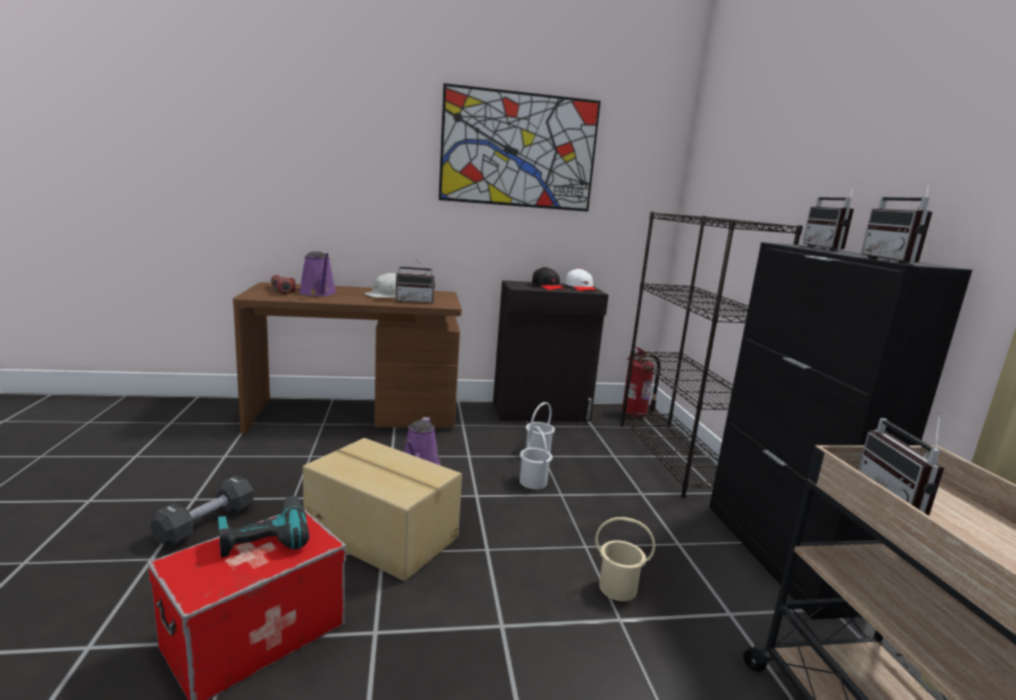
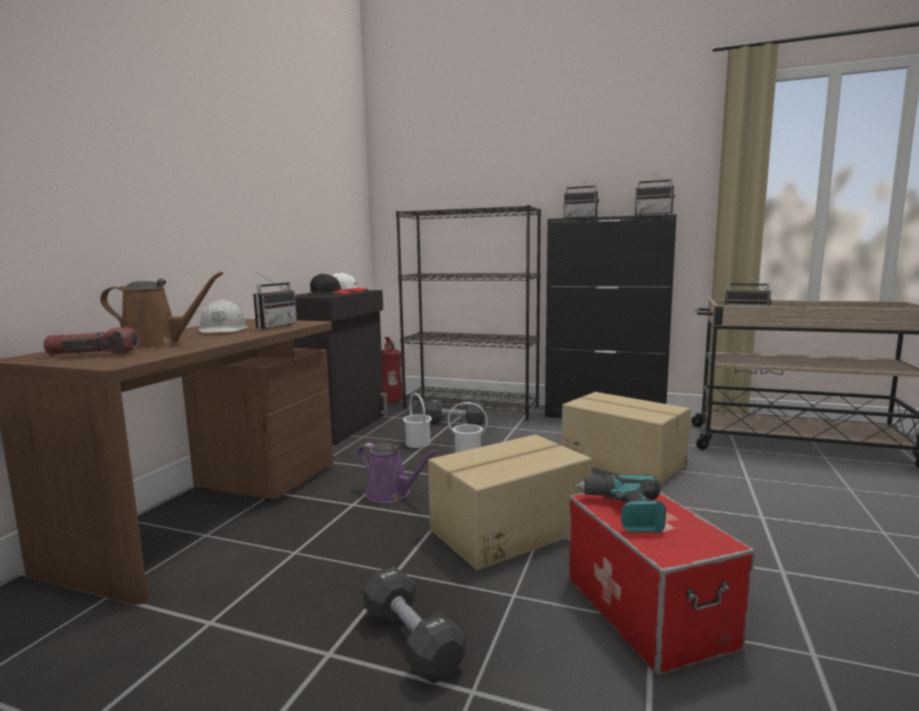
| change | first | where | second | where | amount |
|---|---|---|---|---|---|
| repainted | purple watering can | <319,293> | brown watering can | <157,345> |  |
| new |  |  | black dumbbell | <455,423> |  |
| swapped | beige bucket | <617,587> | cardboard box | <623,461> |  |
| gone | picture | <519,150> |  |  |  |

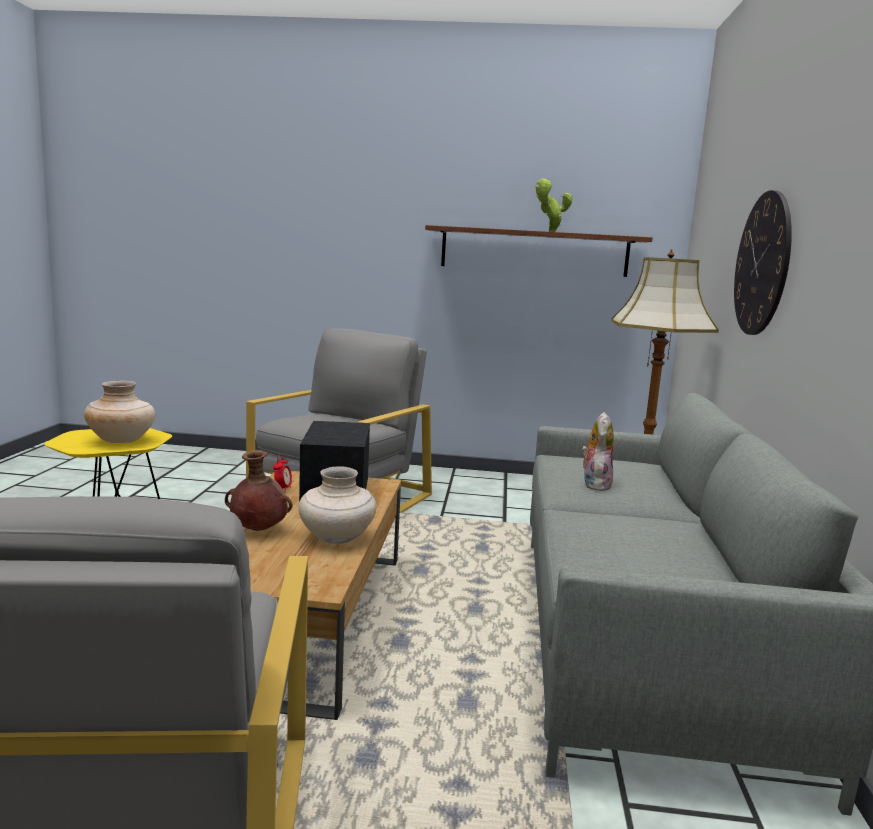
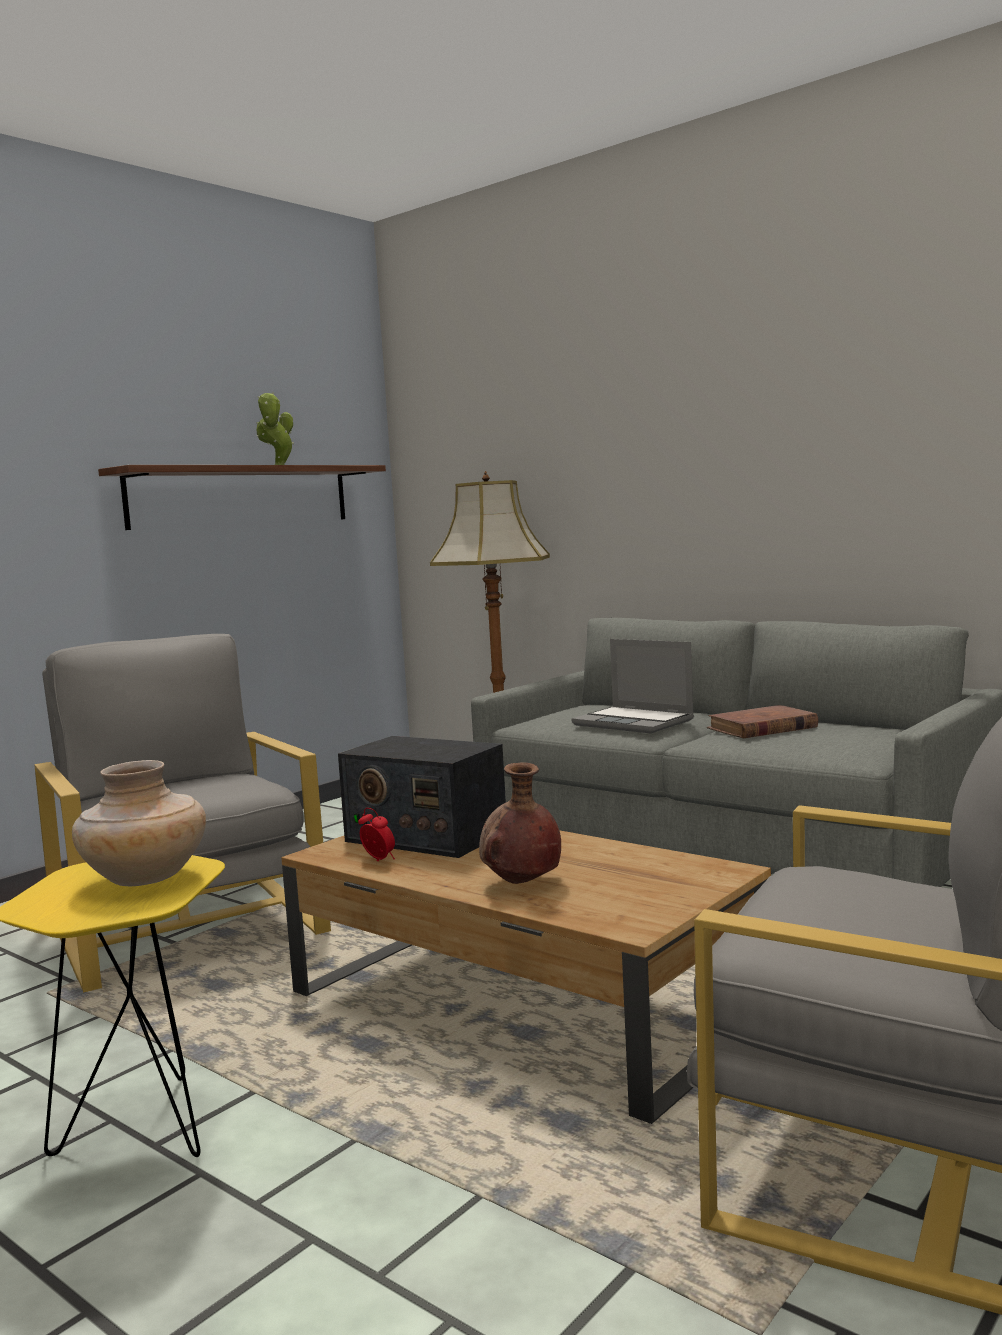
| change | first | where | second | where | amount |
|---|---|---|---|---|---|
| swapped | plush toy | <594,484> | laptop | <635,722> |  |
| new |  |  | brown book | <761,728> |  |
| gone | beige vase | <336,538> |  |  |  |
| gone | wall clock | <762,264> |  |  |  |

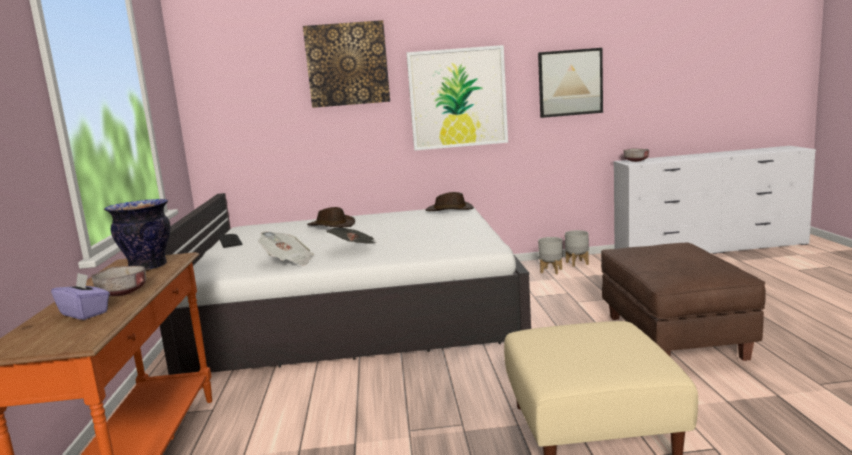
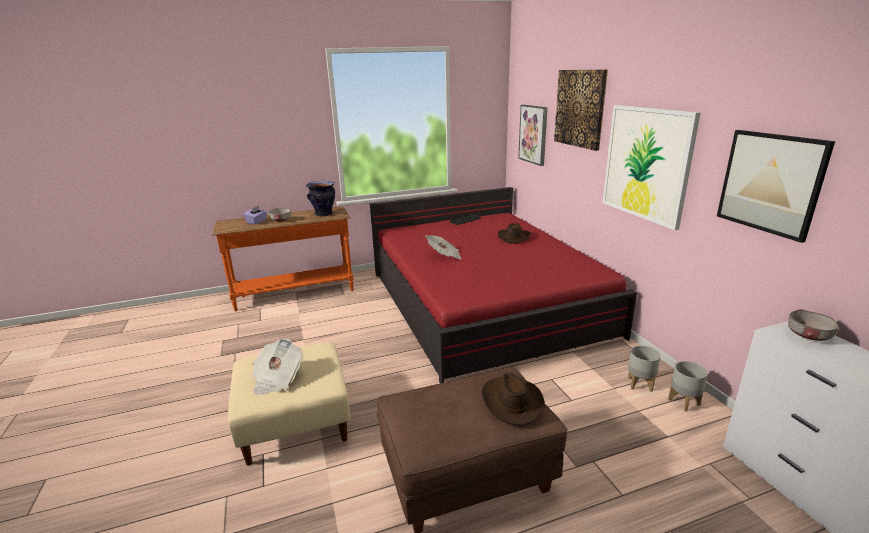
| change | first | where | second | where | amount |
|---|---|---|---|---|---|
| shifted | newspaper | <288,262> |  | <277,379> |  |
| repainted | white bed | <356,312> | red bed | <483,302> |  |
| shifted | brown hat | <450,210> |  | <511,401> |  |
| new |  |  | picture | <533,134> |  |

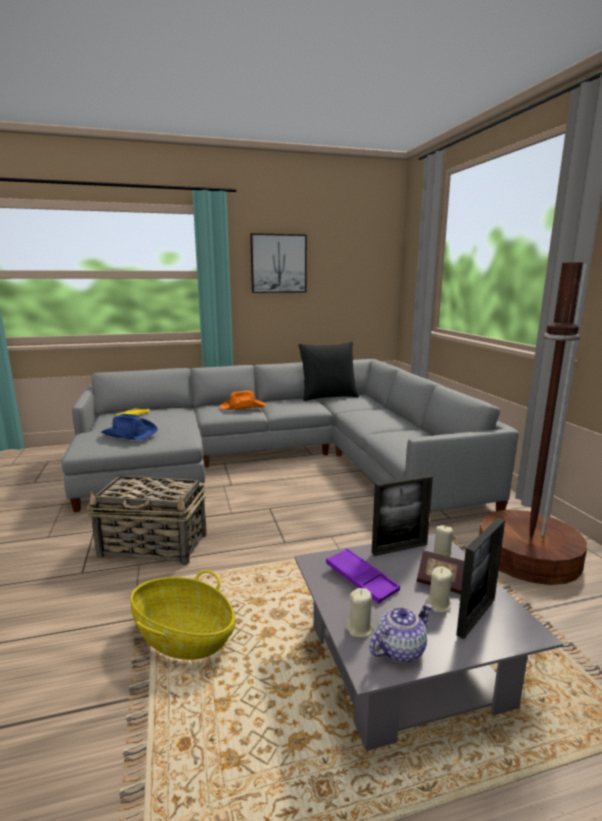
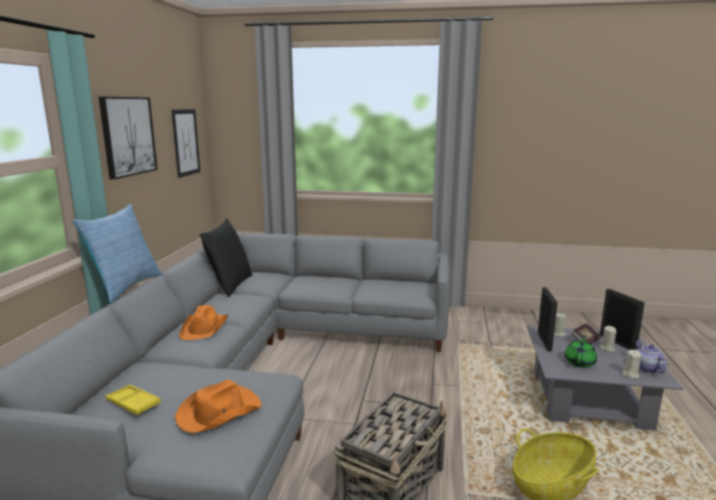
| change | first | where | second | where | amount |
|---|---|---|---|---|---|
| new |  |  | pillow | <125,287> |  |
| new |  |  | picture | <186,142> |  |
| repainted | blue hat | <129,433> | orange hat | <218,412> |  |
| swapped | purple tray | <361,580> | green teapot | <580,362> |  |
| gone | brown floor lamp | <528,556> |  |  |  |

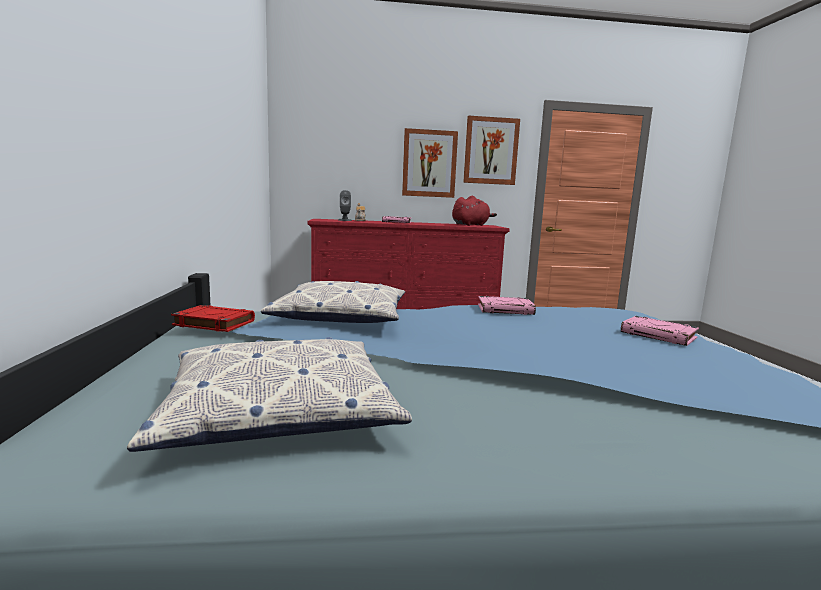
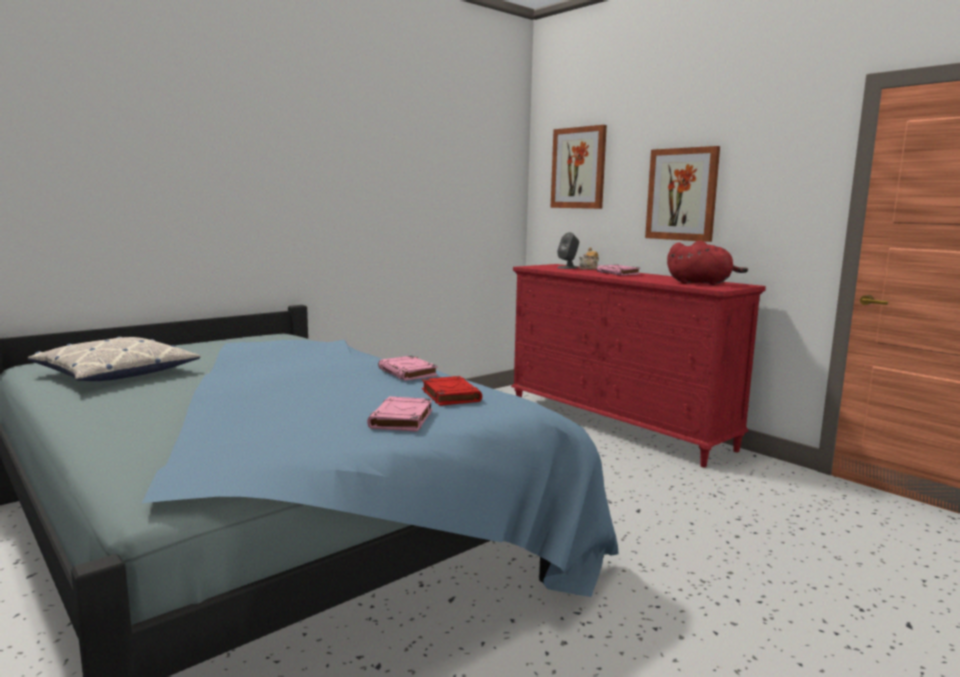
| change | first | where | second | where | amount |
|---|---|---|---|---|---|
| shifted | red book | <213,323> |  | <450,395> |  |
| shifted | picture | <491,151> |  | <578,168> |  |
| gone | pillow | <341,316> |  |  |  |

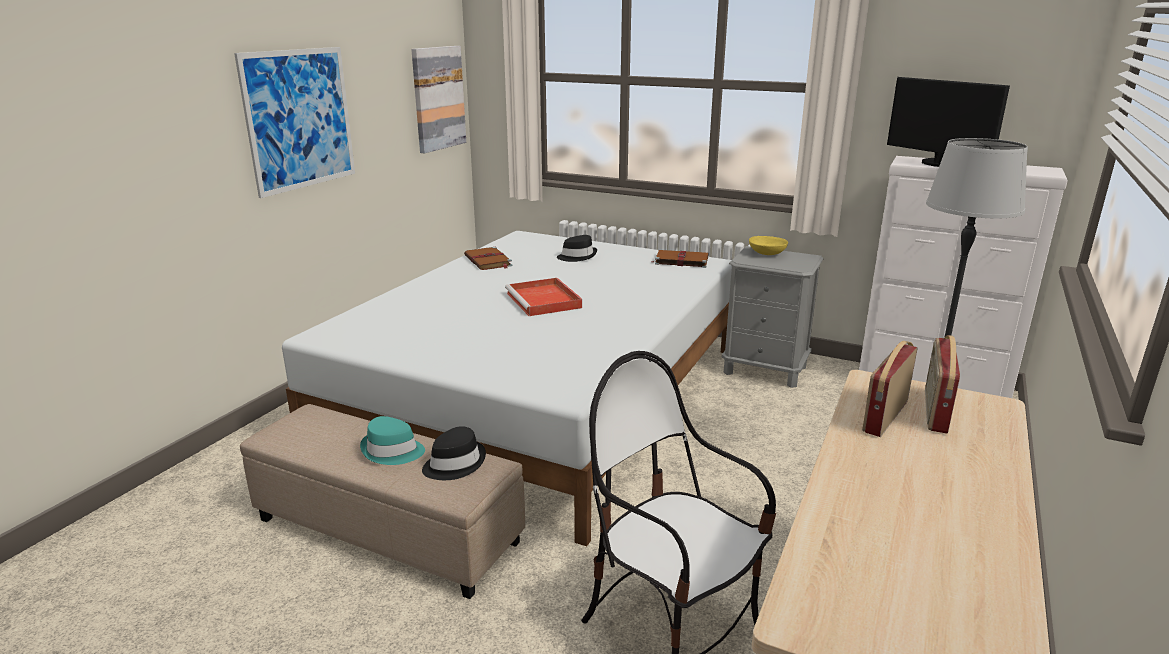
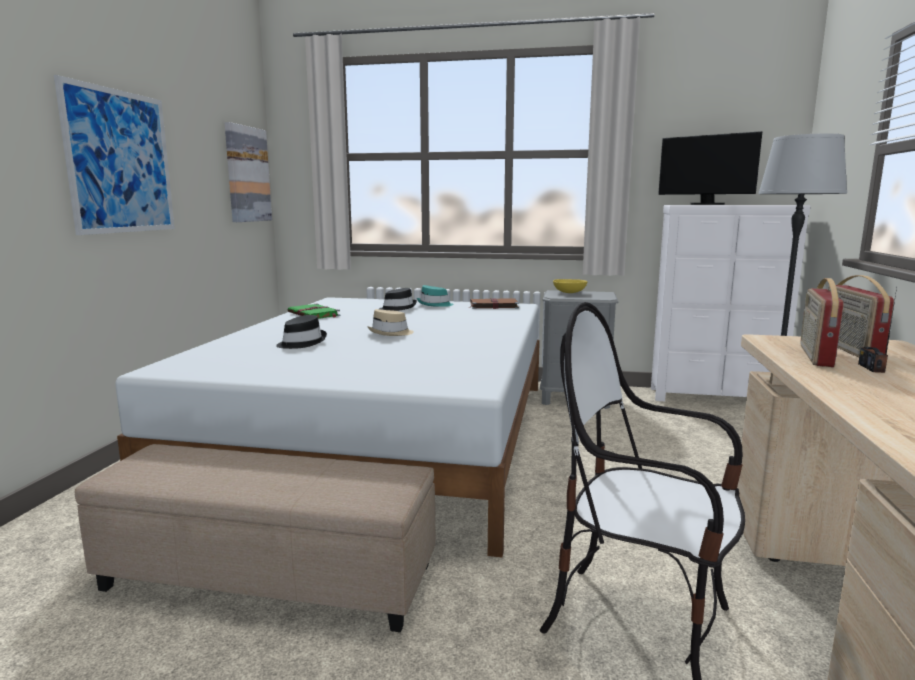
| change | first | where | second | where | amount |
|---|---|---|---|---|---|
| shifted | black hat | <454,463> |  | <301,343> |  |
| repainted | brown book | <488,261> | green book | <314,314> |  |
| swapped | red tray | <544,301> | beige hat | <391,333> |  |
| shifted | turquoise hat | <392,451> |  | <434,304> |  |
| new |  |  | radio | <871,368> |  |

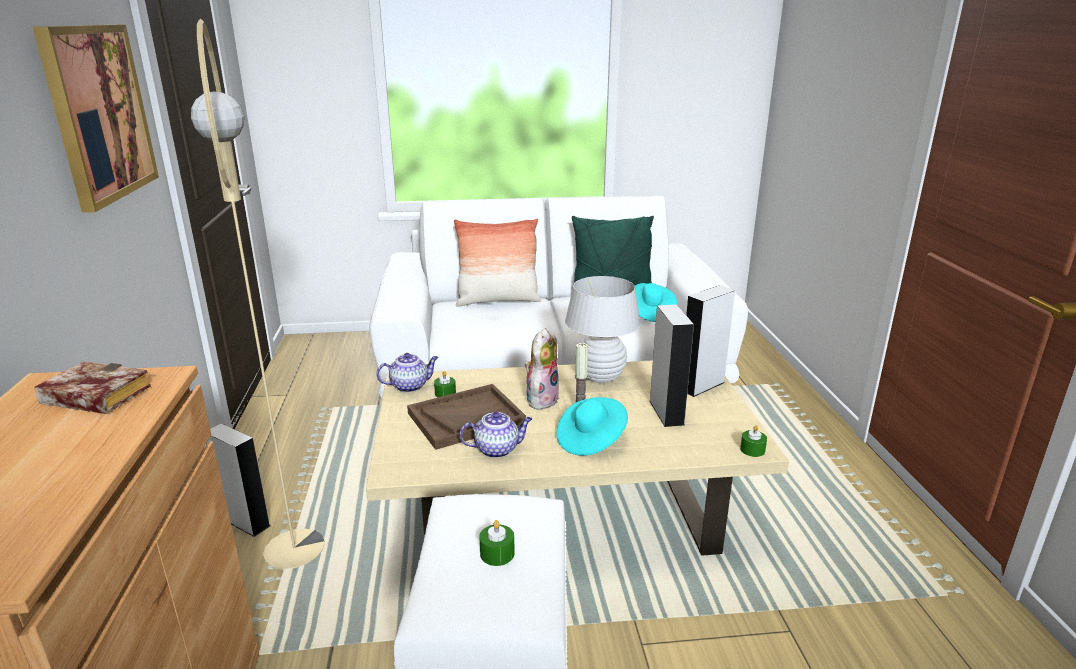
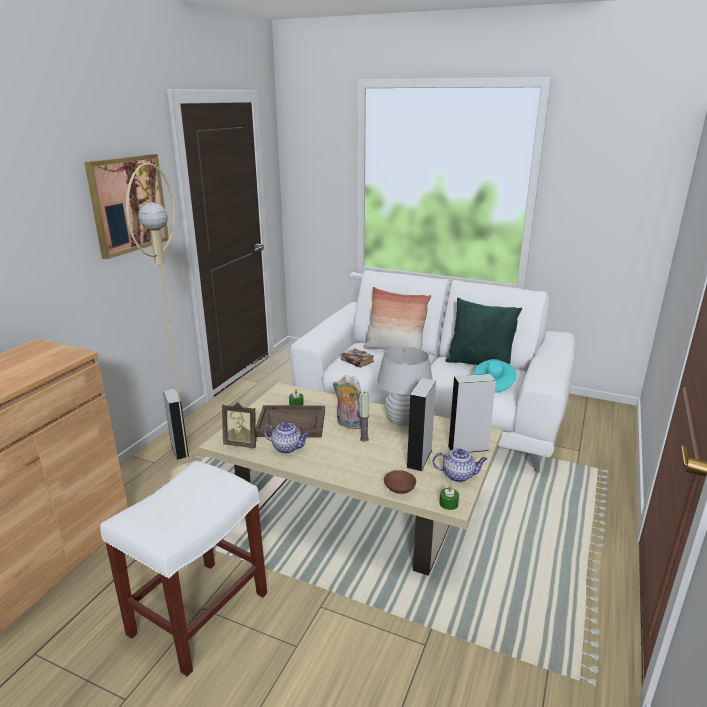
| change | first | where | second | where | amount |
|---|---|---|---|---|---|
| new |  |  | picture frame | <242,443> |  |
| rotated | plush toy | <541,399> |  | <348,424> | 120 degrees counterclockwise |
| shifted | book | <91,397> |  | <355,361> |  |
| new |  |  | brown bowl | <398,488> |  |
| shifted | teapot | <410,386> |  | <459,475> |  |
| gone | green candle | <497,553> |  |  |  |
| gone | turquoise hat | <591,440> |  |  |  |

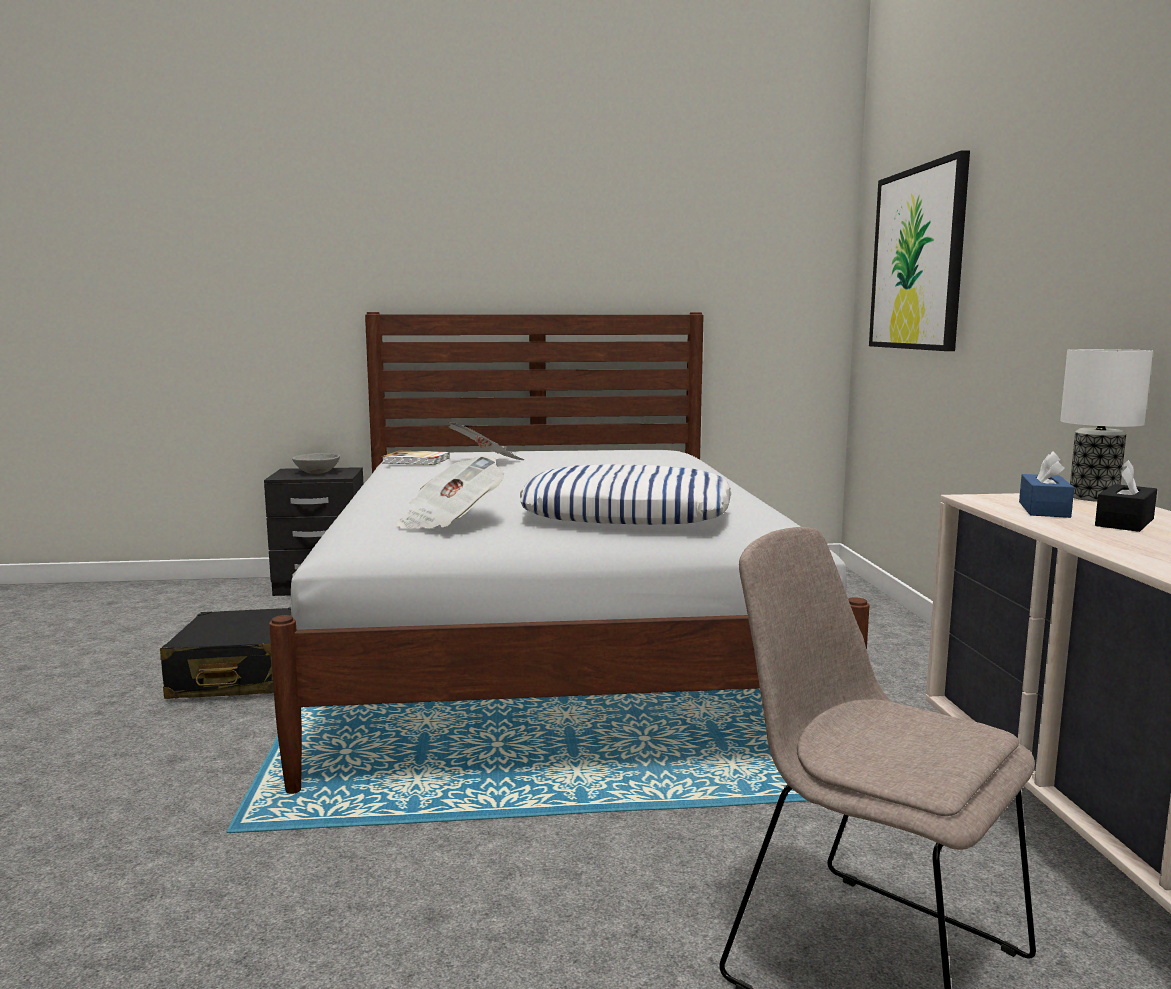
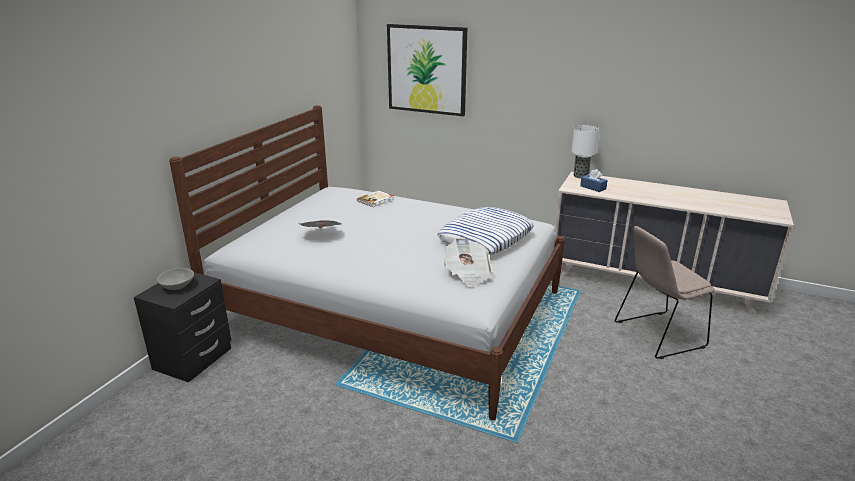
| change | first | where | second | where | amount |
|---|---|---|---|---|---|
| shifted | book | <416,461> |  | <376,200> |  |
| gone | black suitcase | <238,676> |  |  |  |
| gone | black tissue box | <1124,522> |  |  |  |

